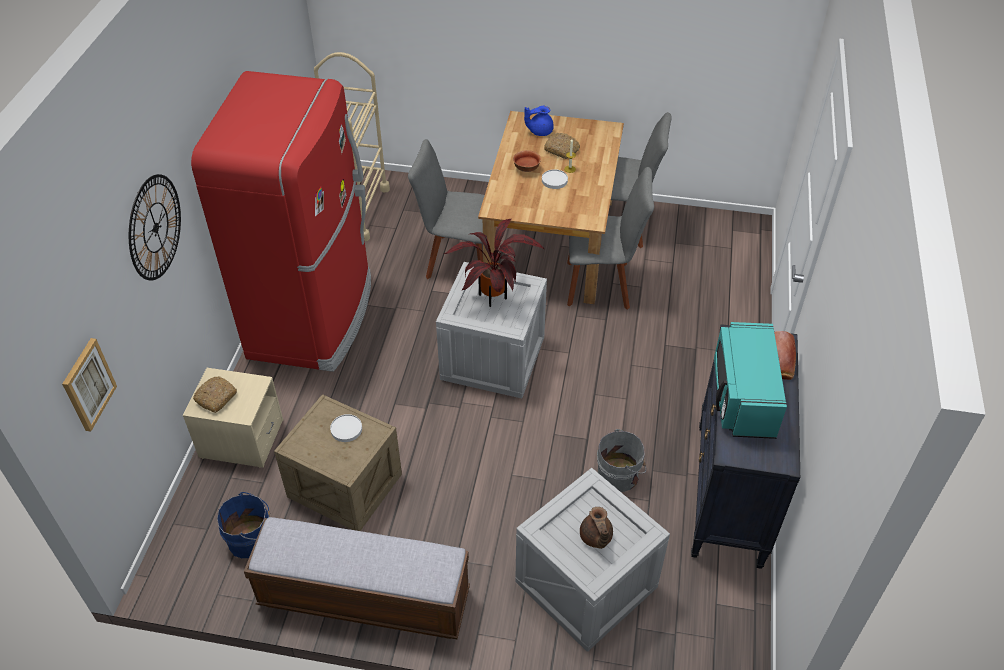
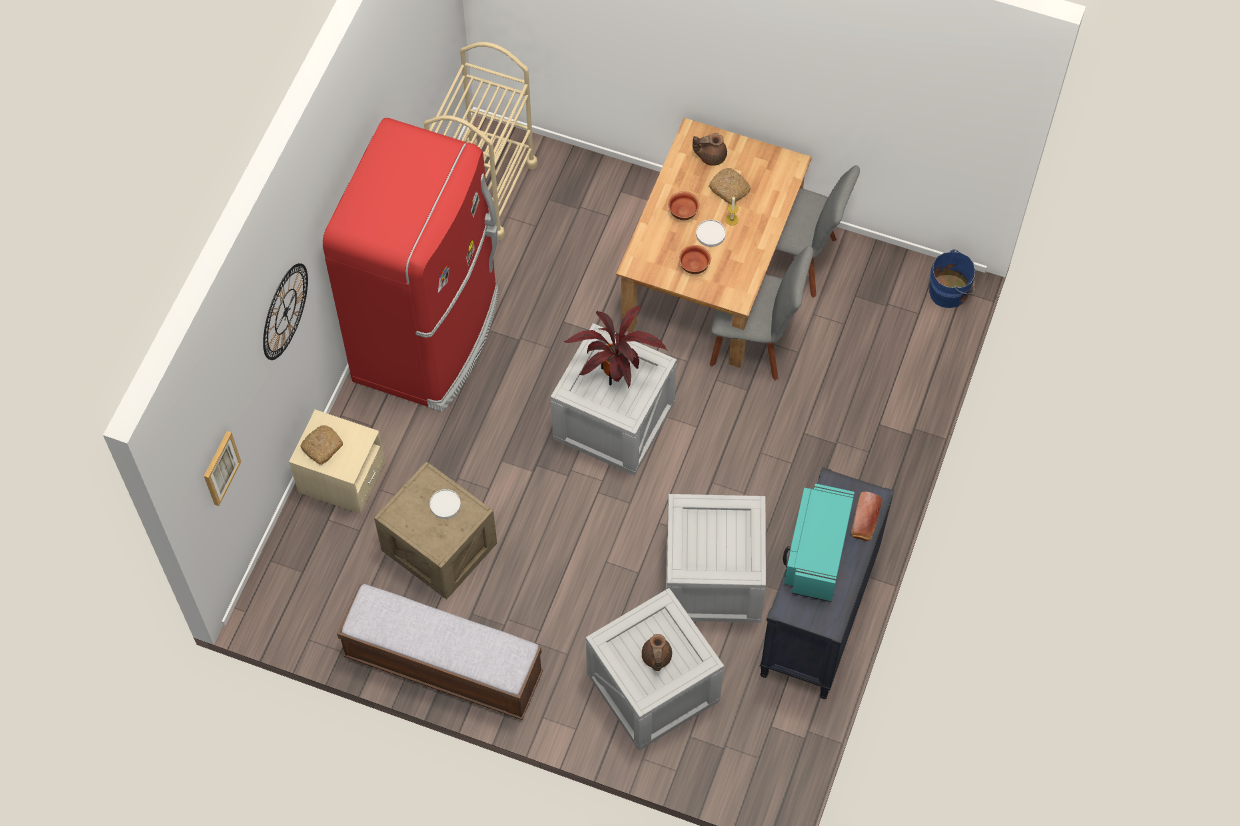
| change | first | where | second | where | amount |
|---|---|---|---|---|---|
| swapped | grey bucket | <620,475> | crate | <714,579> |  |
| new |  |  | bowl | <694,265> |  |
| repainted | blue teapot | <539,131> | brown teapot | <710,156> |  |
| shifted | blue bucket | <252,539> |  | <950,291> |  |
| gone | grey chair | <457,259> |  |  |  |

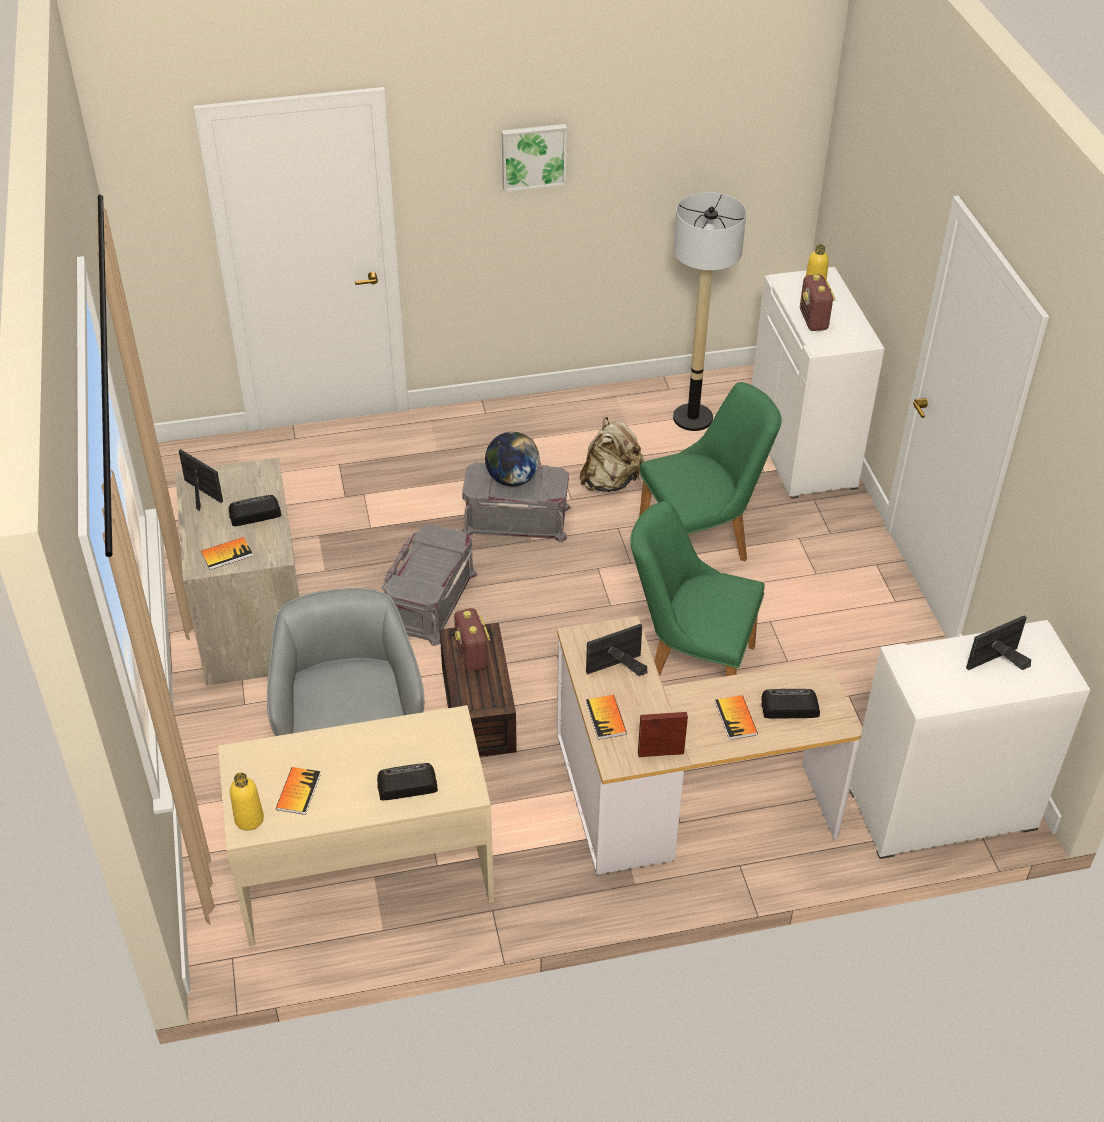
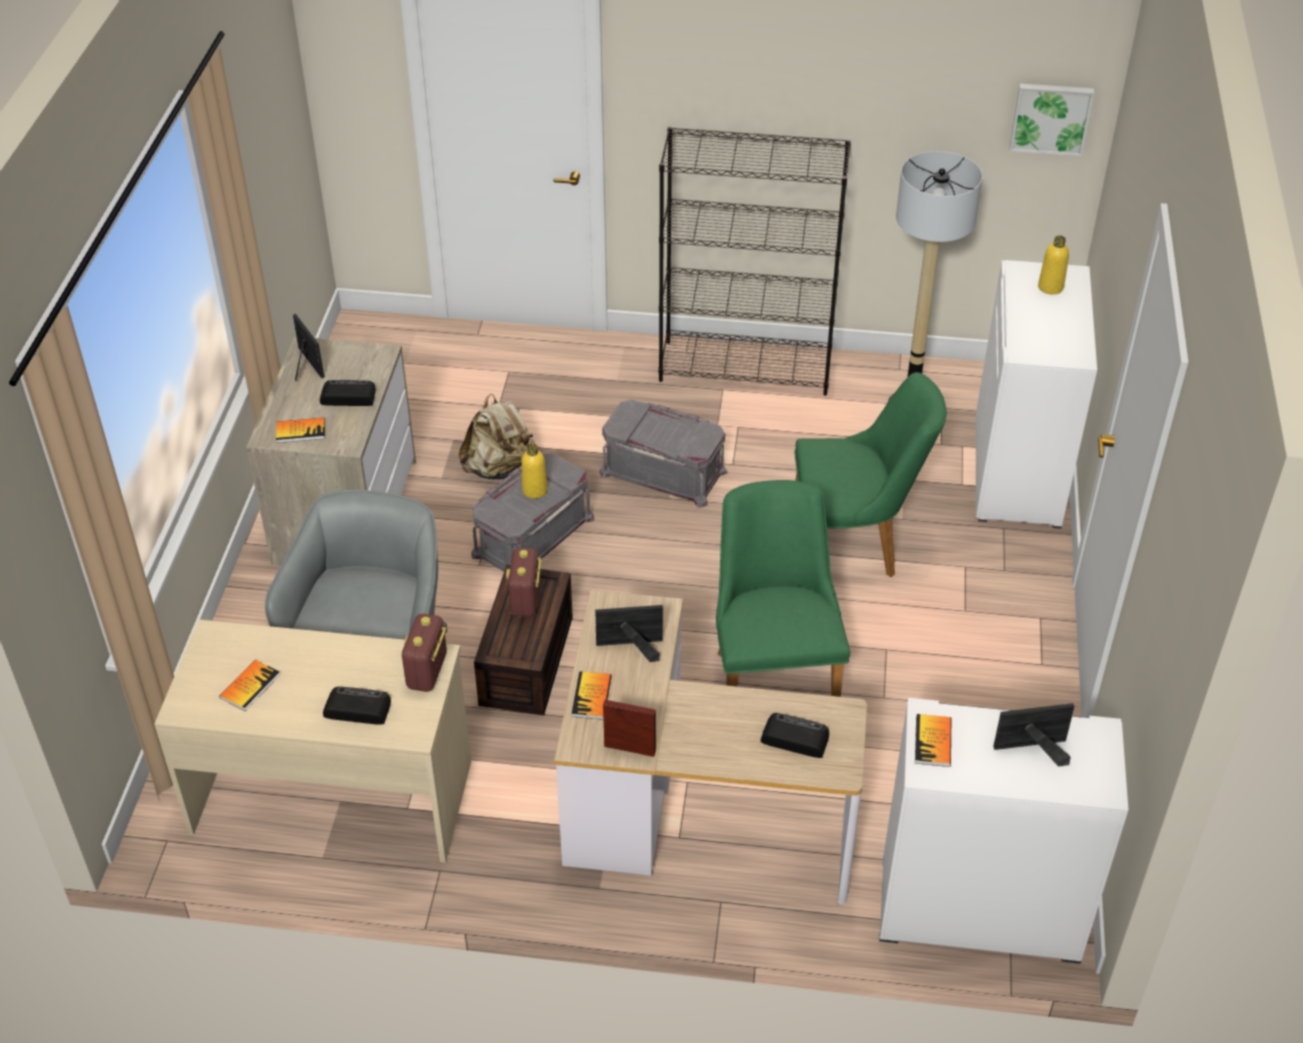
| change | first | where | second | where | amount |
|---|---|---|---|---|---|
| shifted | radio | <813,320> |  | <427,672> |  |
| shifted | beige backpack | <610,481> |  | <500,468> |  |
| shifted | yellow bottle | <249,819> |  | <534,490> |  |
| new |  |  | black bookcase | <746,367> |  |
| rotated | green chair | <689,666> |  | <772,674> | 45 degrees clockwise |
| shifted | book | <736,718> |  | <933,741> |  |
| shifted | picture | <533,156> |  | <1051,117> |  |
| gone | globe | <512,479> |  |  |  |

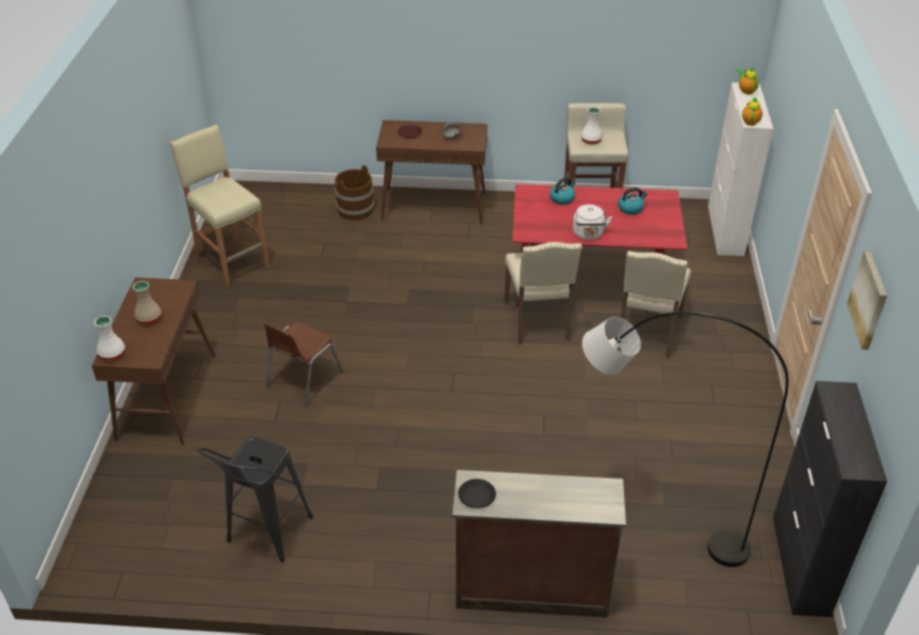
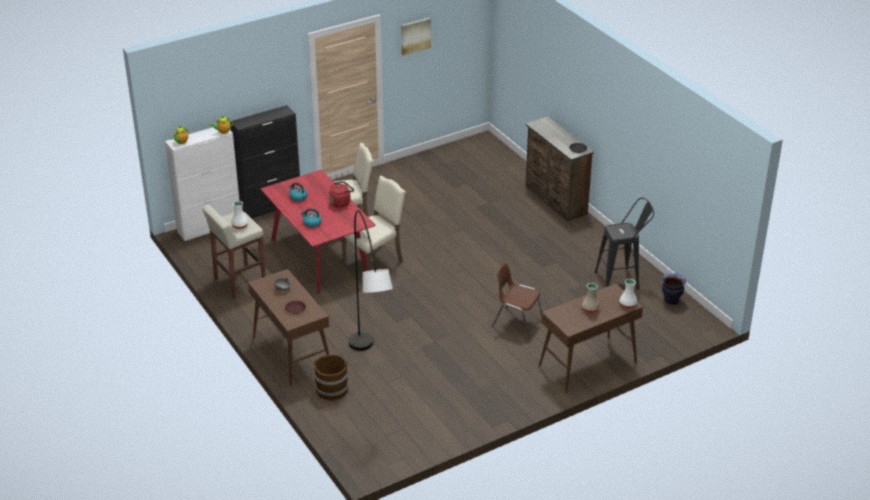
| change | first | where | second | where | amount |
|---|---|---|---|---|---|
| shifted | black cabinet | <800,565> |  | <270,206> |  |
| repainted | white kettle | <588,234> | red kettle | <341,202> |  |
| shifted | grey floor lamp | <650,527> |  | <371,372> |  |
| rotated | brown chair | <303,380> |  | <517,322> | 150 degrees counterclockwise |
| new |  |  | vase | <671,301> |  |
| gone | beige stool | <231,261> |  |  |  |

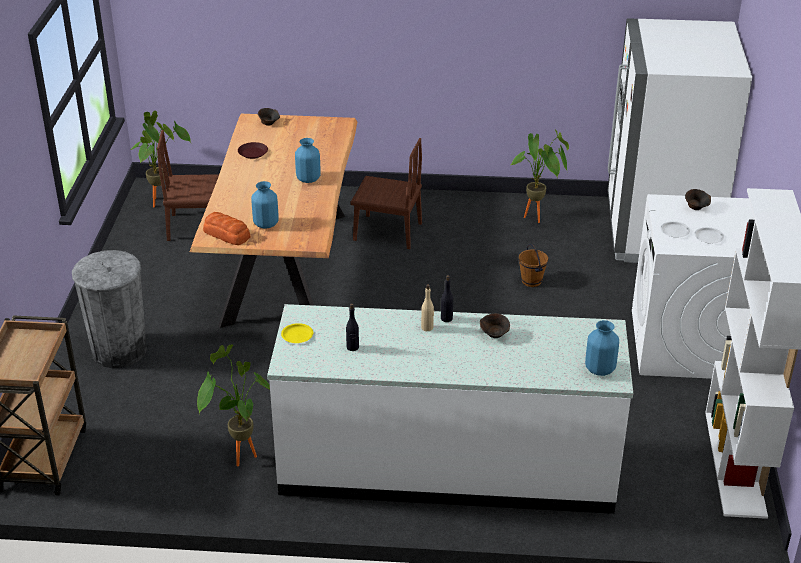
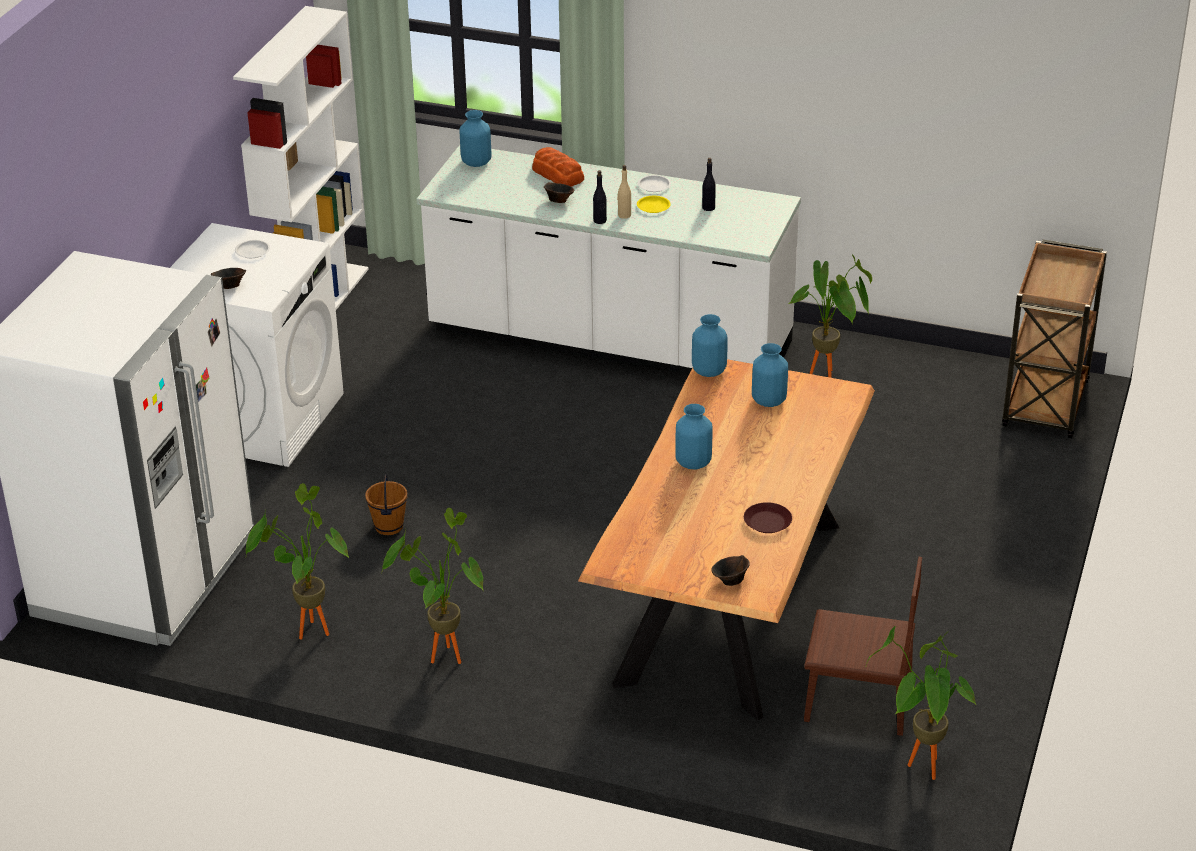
| change | first | where | second | where | amount |
|---|---|---|---|---|---|
| new |  |  | potted plant | <441,653> |  |
| shifted | bread | <227,234> |  | <557,174> |  |
| shifted | yellow plate | <297,335> |  | <653,206> |  |
| shifted | white plate | <674,231> |  | <654,186> |  |
| new |  |  | blue vase | <709,371> |  |
| gone | grey trash can | <119,350> |  |  |  |
| gone | brown chair | <387,232> |  |  |  |

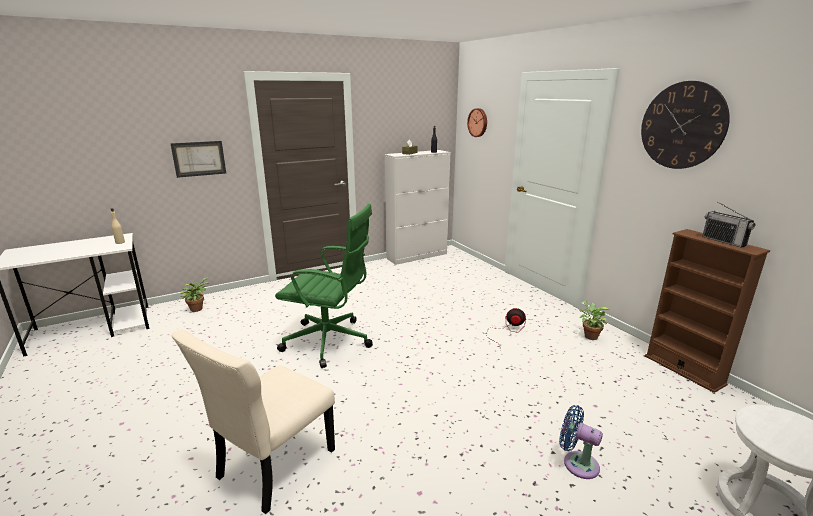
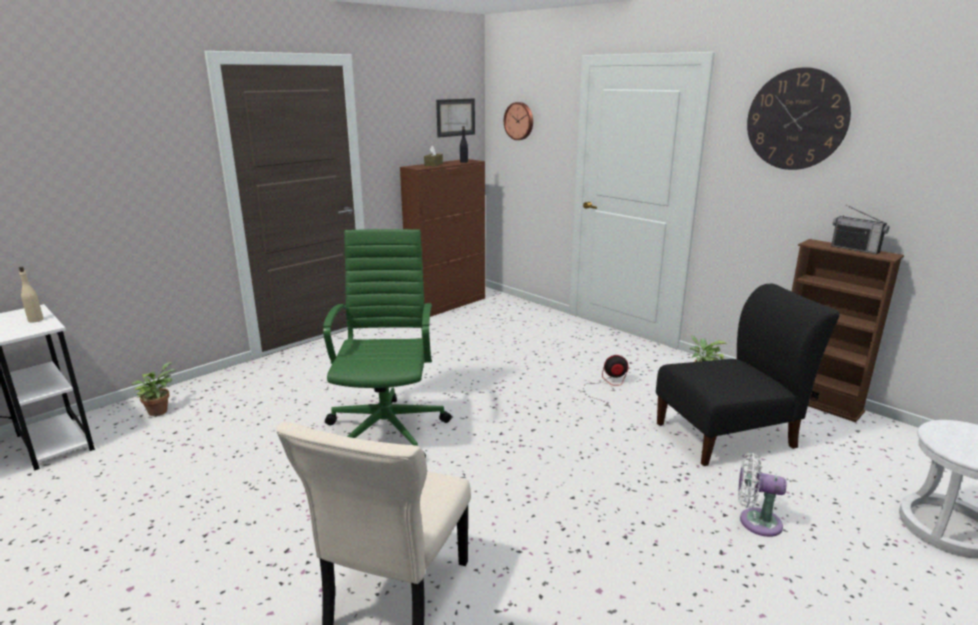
| change | first | where | second | where | amount |
|---|---|---|---|---|---|
| rotated | green office chair | <330,342> |  | <387,429> | 90 degrees counterclockwise |
| repainted | white cabinet | <417,256> | brown cabinet | <447,305> |  |
| shifted | picture | <199,158> |  | <455,117> |  |
| new |  |  | black chair | <730,434> |  |
| repainted | blue fan | <577,463> | white fan | <755,521> |  |

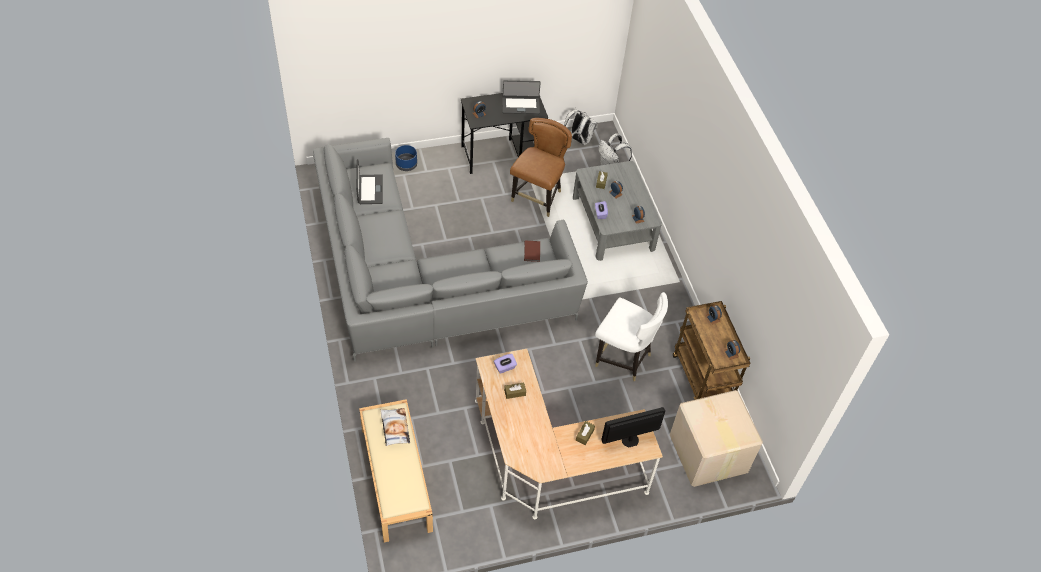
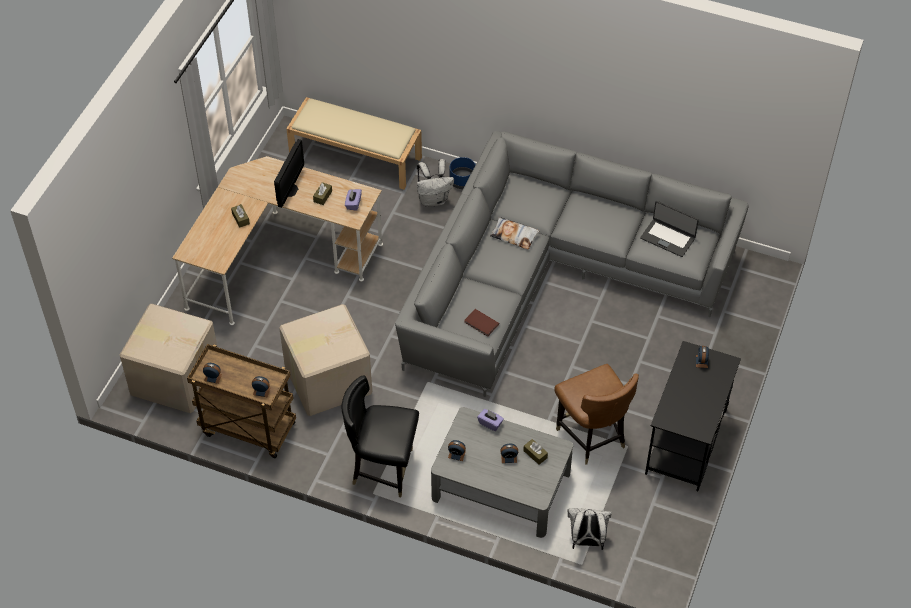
| change | first | where | second | where | amount |
|---|---|---|---|---|---|
| shifted | monitor | <630,440> |  | <290,190> |  |
| swapped | white chair | <623,359> | cardboard box | <327,379> |  |
| new |  |  | black chair | <383,469> |  |
| shifted | white backpack | <579,140> |  | <434,199> |  |
| shifted | blue planter | <406,164> |  | <463,181> |  |
| shifted | pillow | <394,428> |  | <514,235> |  |
| gone | laptop | <521,105> |  |  |  |

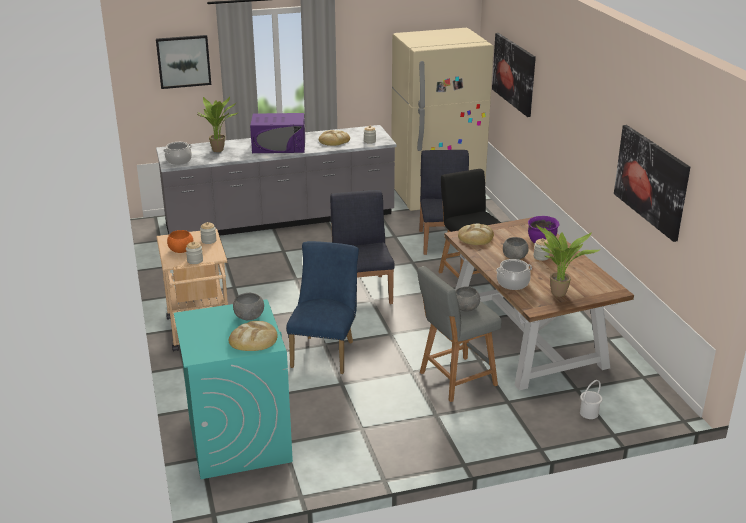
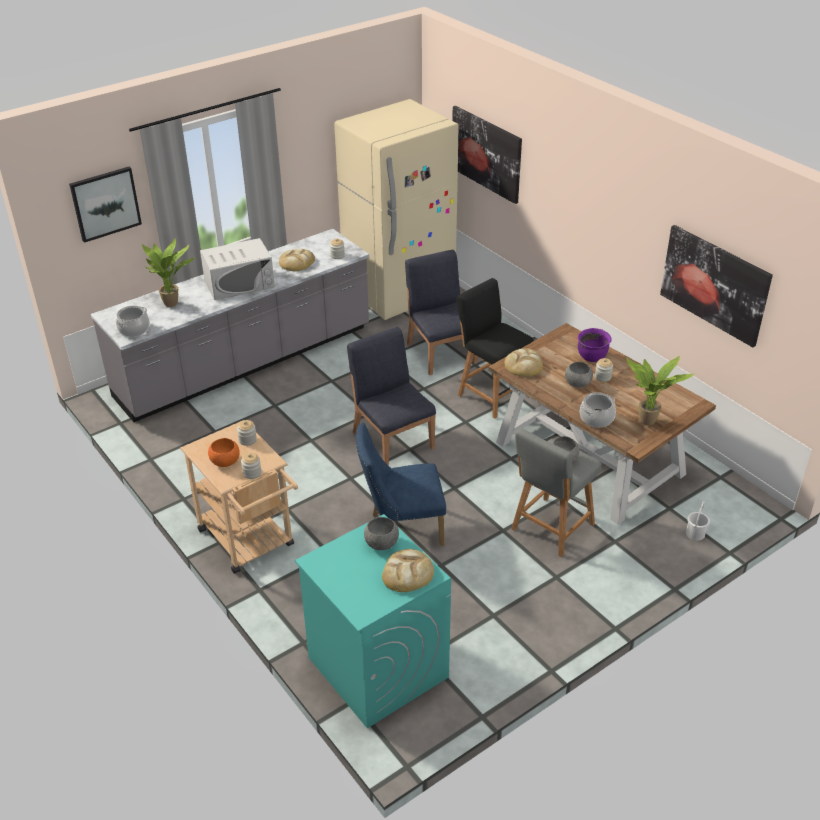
| change | first | where | second | where | amount |
|---|---|---|---|---|---|
| repainted | purple microwave | <279,146> | white microwave | <239,283> |  |
| rotated | blue chair | <325,352> |  | <401,529> | 90 degrees counterclockwise |

